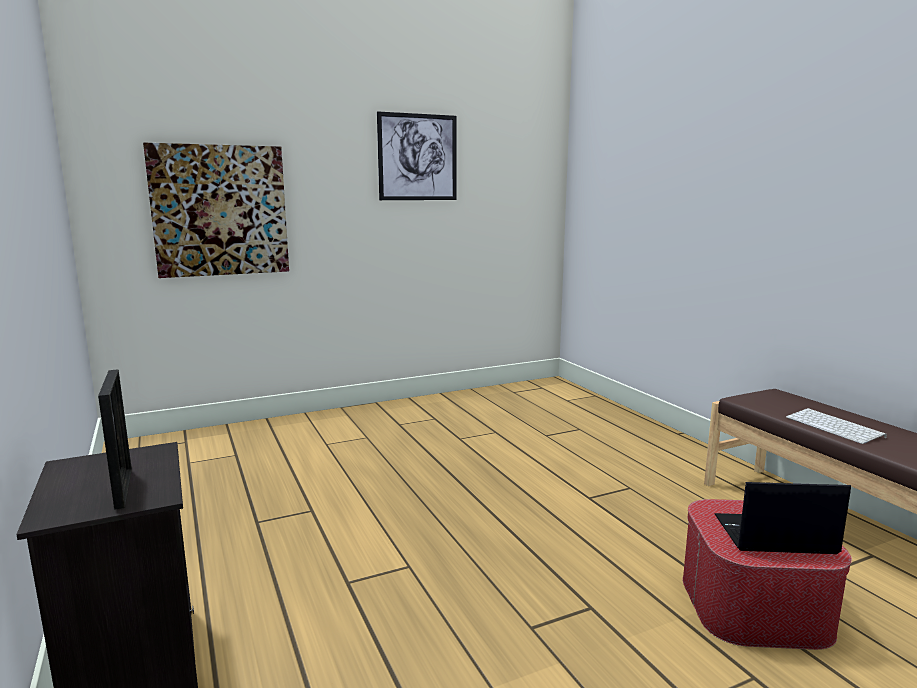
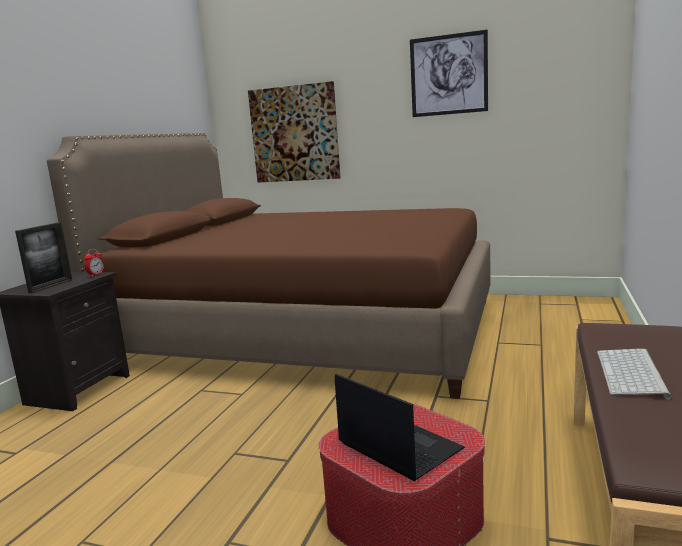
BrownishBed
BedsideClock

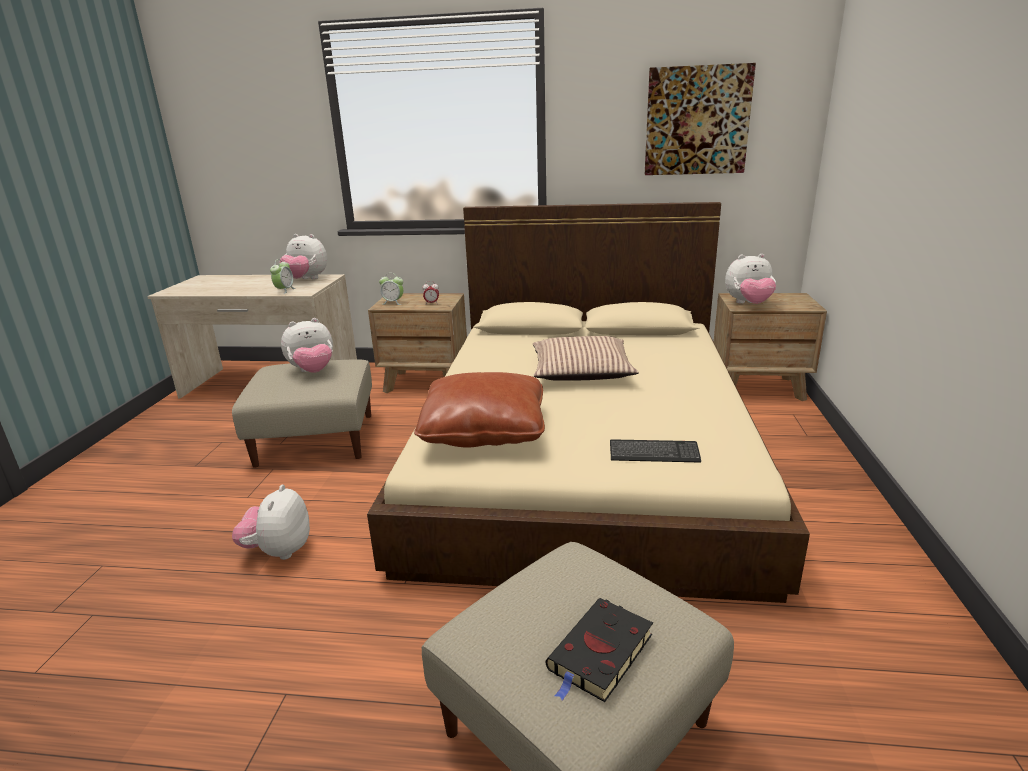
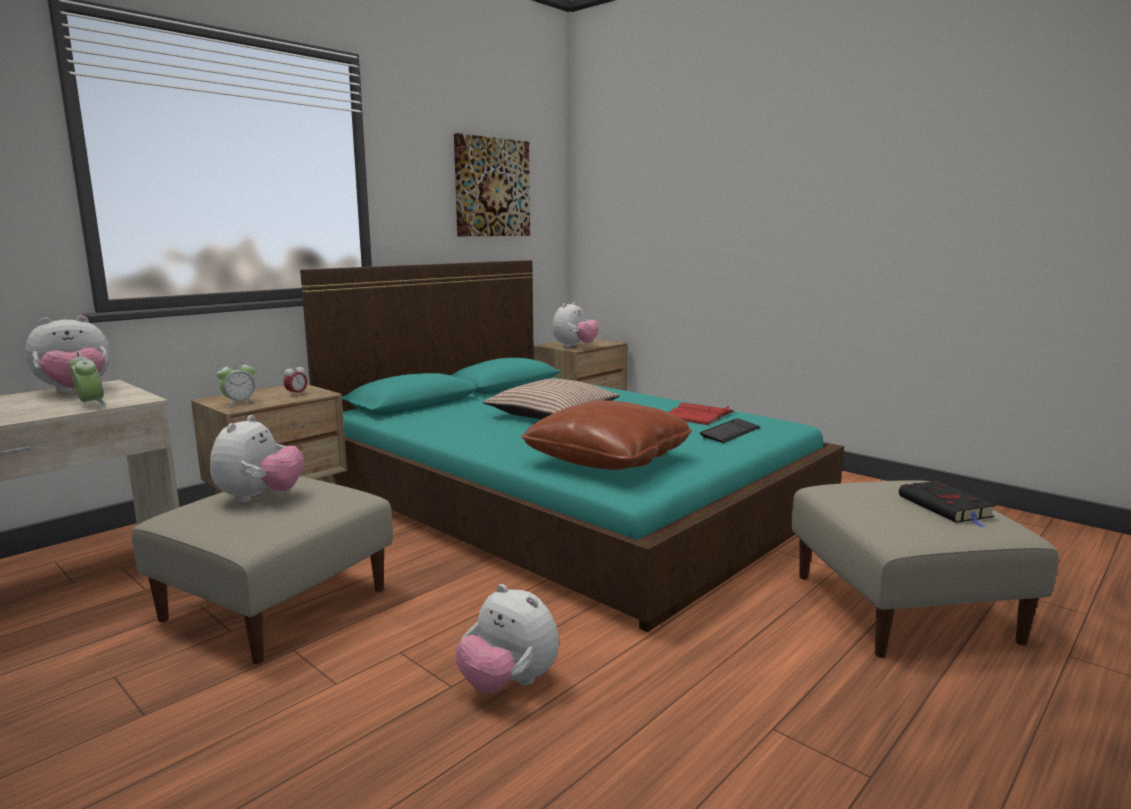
TurquoiseBed
ReddishVolume

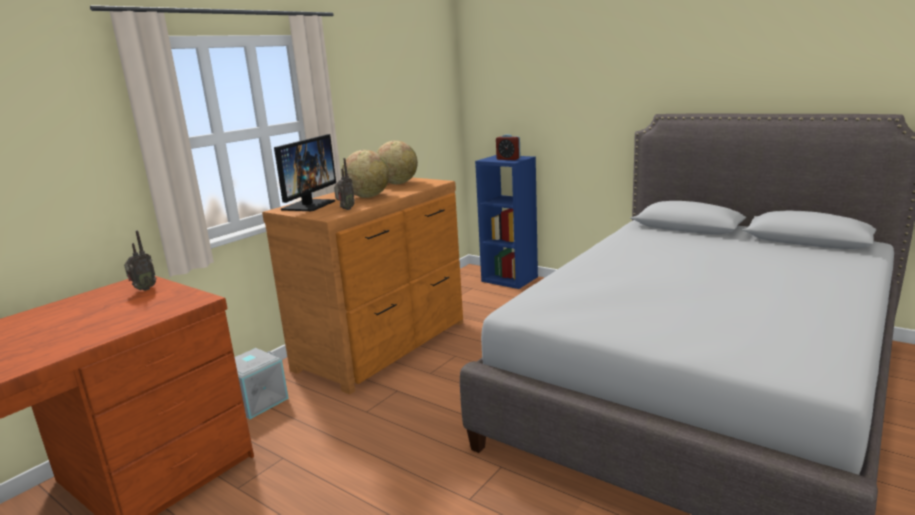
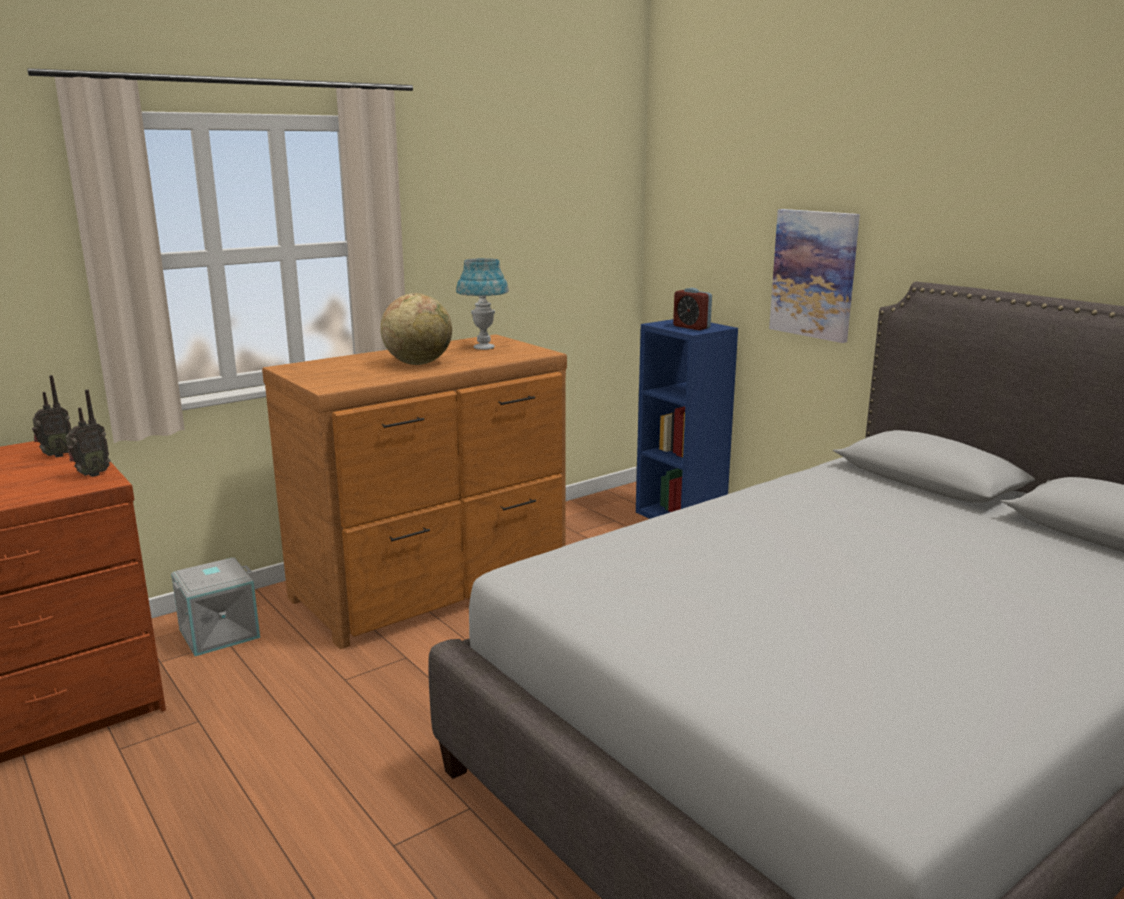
RadioReceiver (2nd from left)
BluishTabletopLamp
WallPicture
Monitor

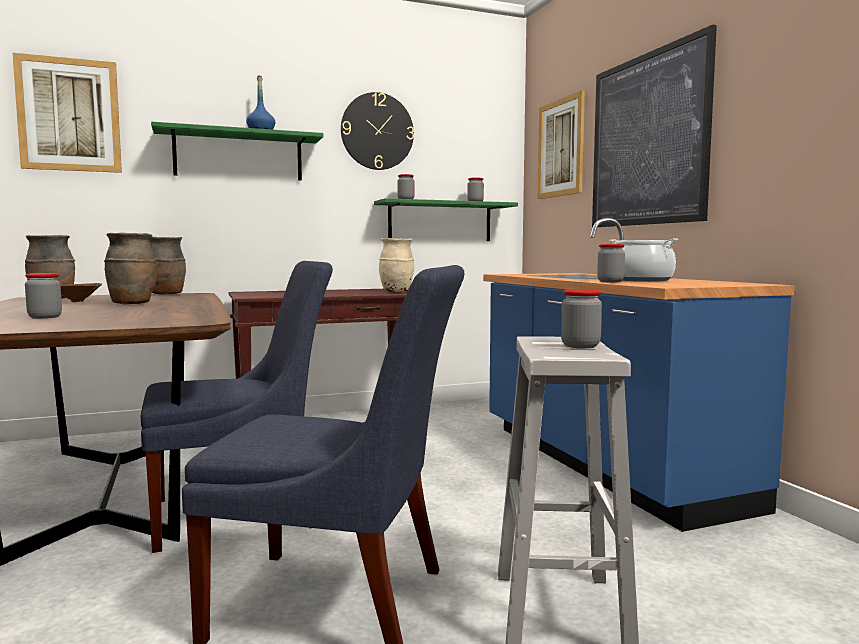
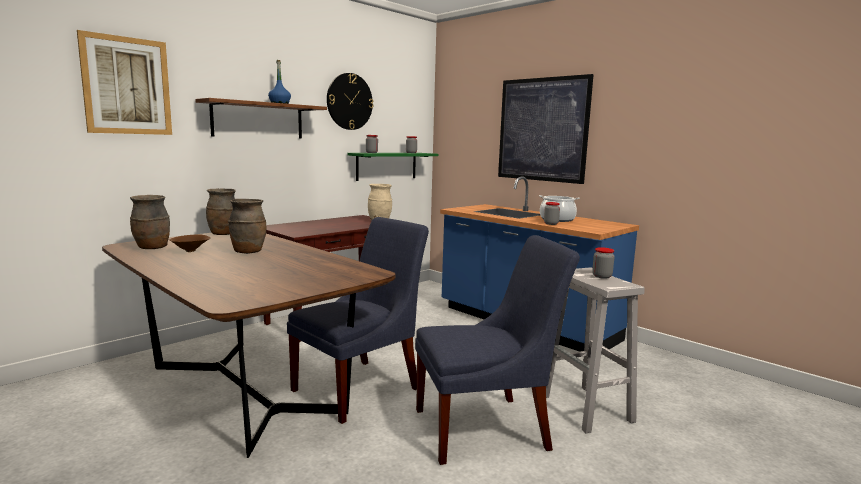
BrownishShelf
Jar (1st from left in the first image)
WallPicture (2nd from left in the first image)

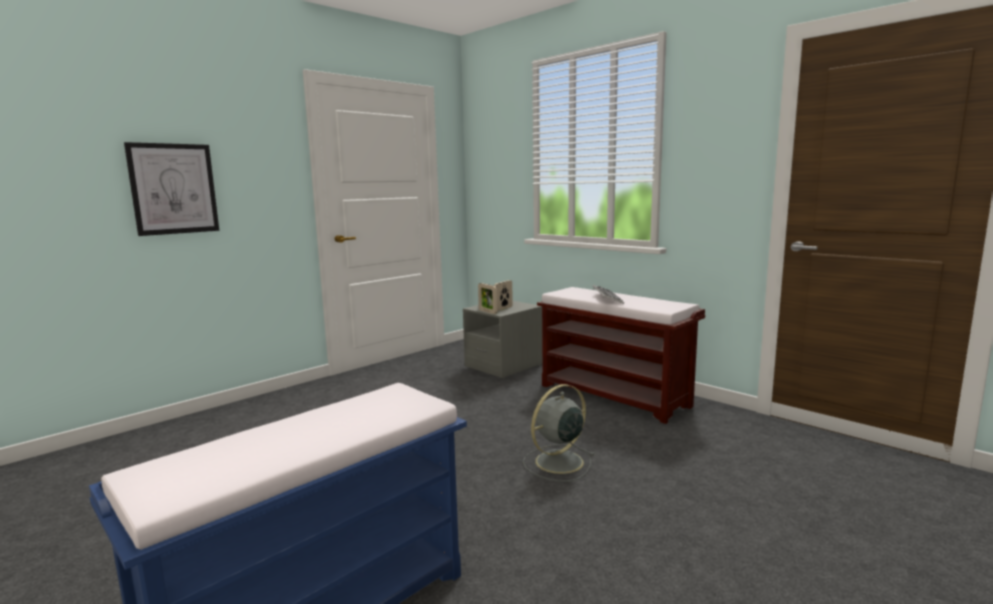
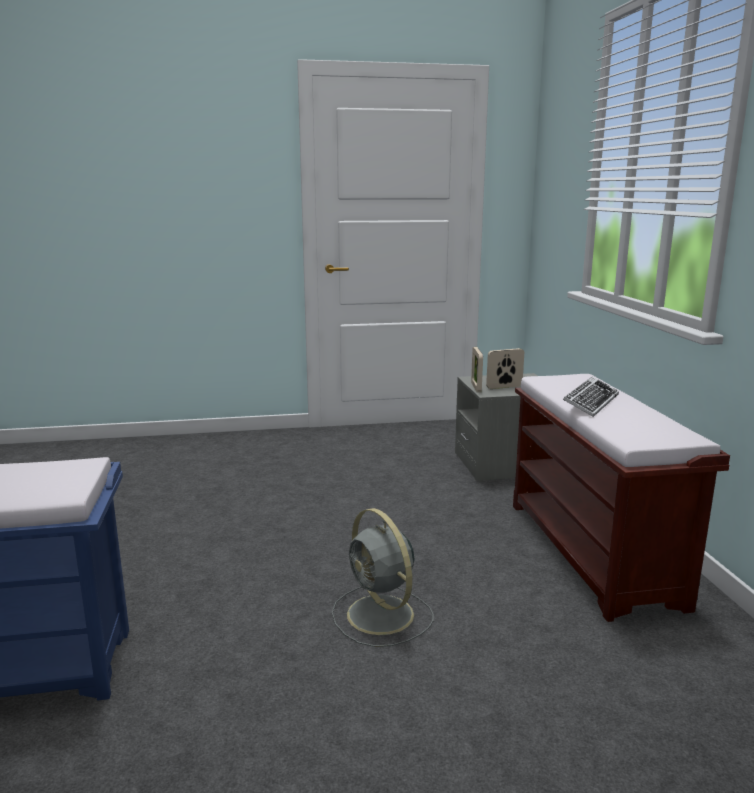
GreyishFan
WallPicture

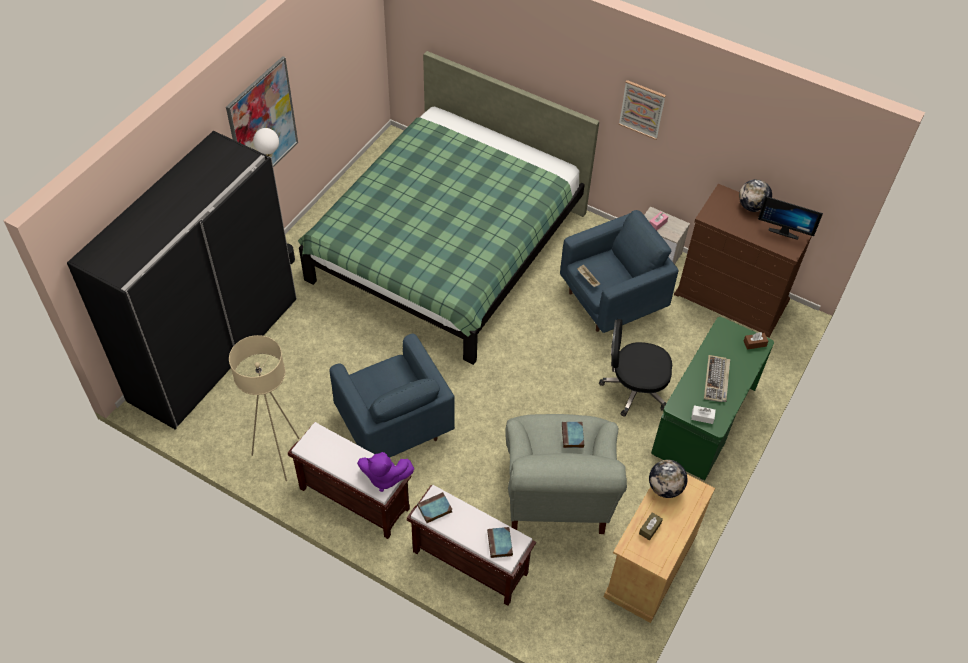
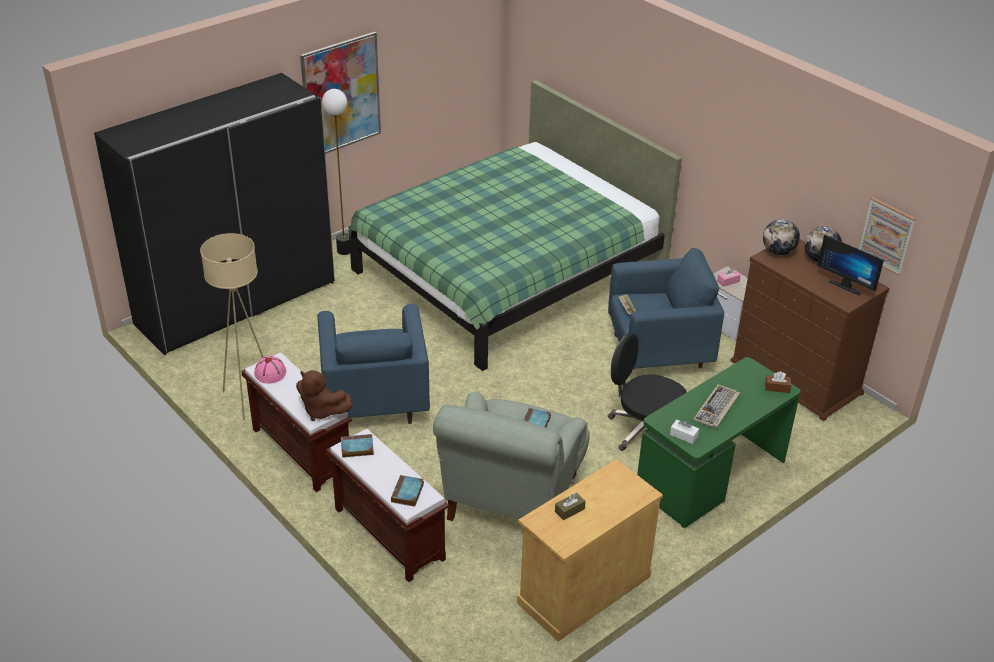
PinkishClothingHat
BrownishCuddlyToy
Globe (1st from left)
WallPicture (2nd from left)

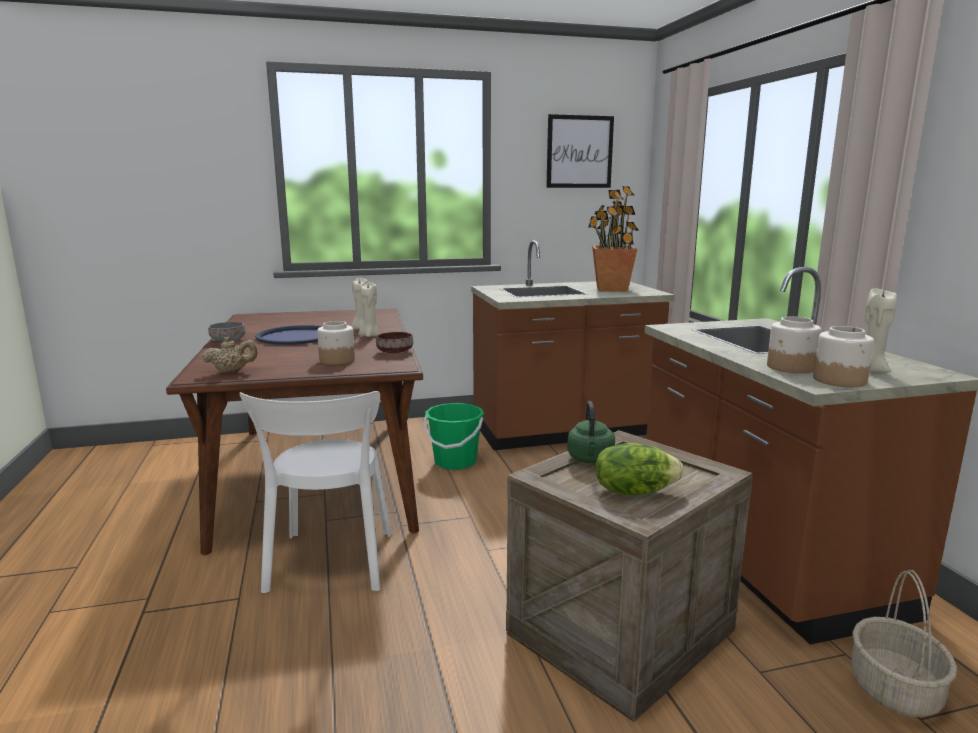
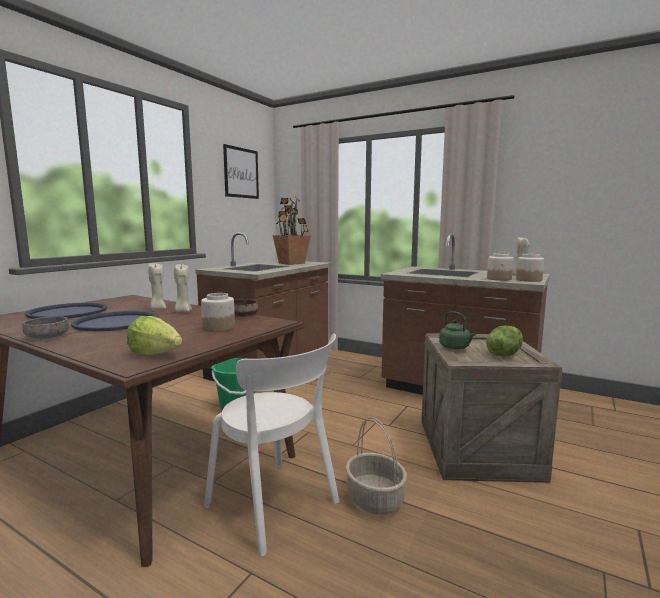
BluishTray (1st from left)
LettuceHead (1st from left)
Basket

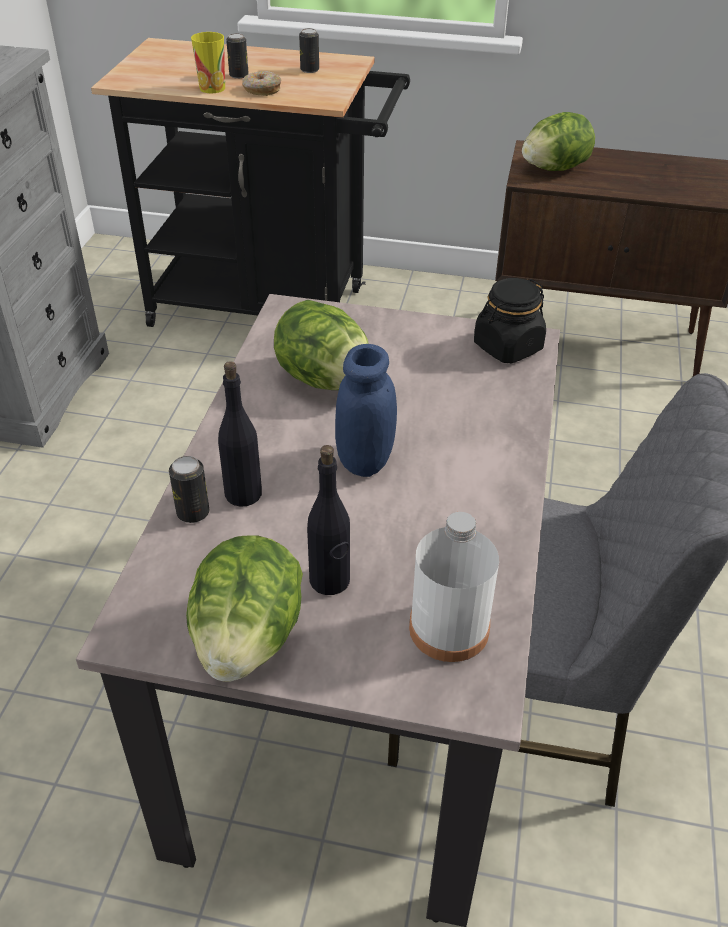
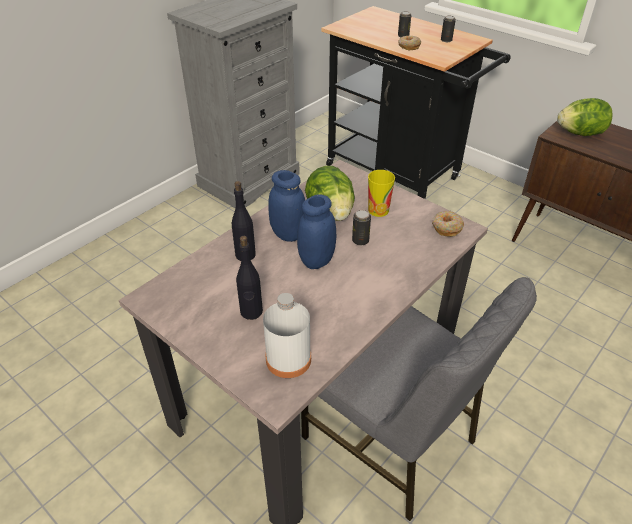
BluishJar (1st from left)
MetalCan (1st from left)
DrinkingCup
Doughnut (2nd from left)
LettuceHead (1st from left in the first image)

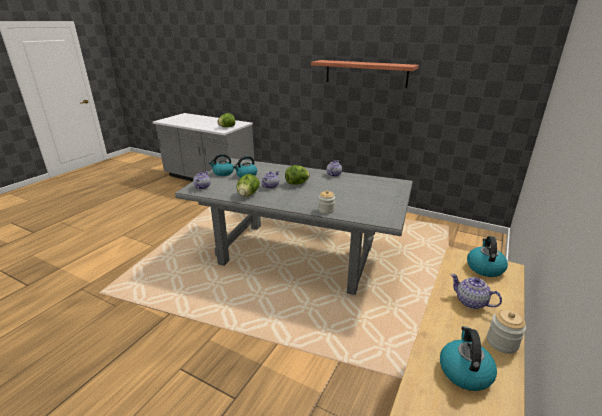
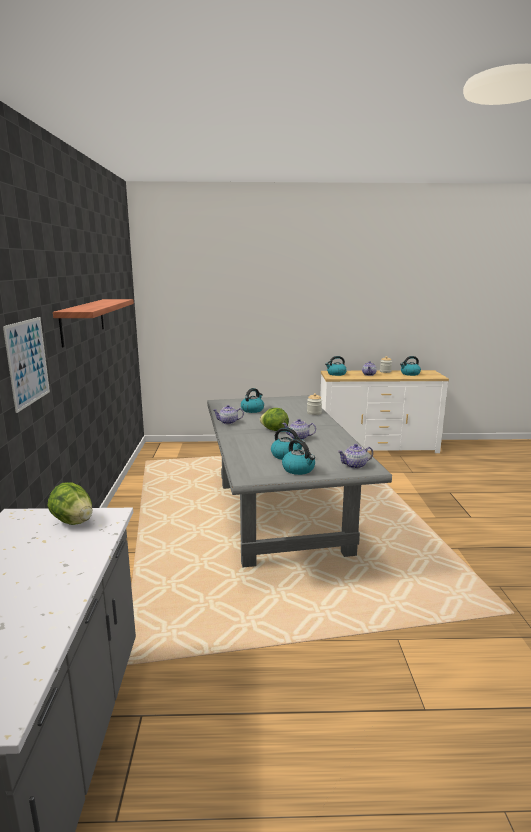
WallPicture
WaterKettle (1st from left)
LettuceHead (2nd from left in the first image)

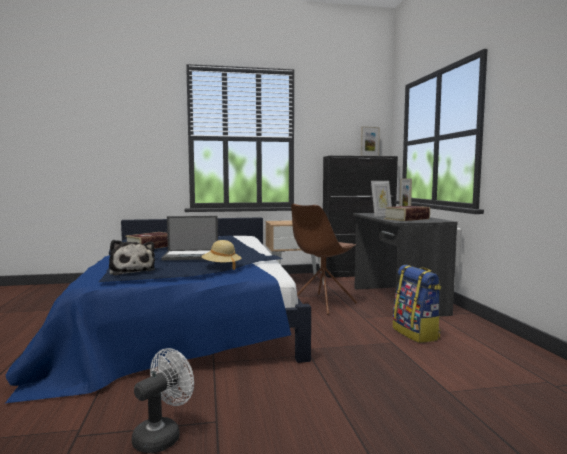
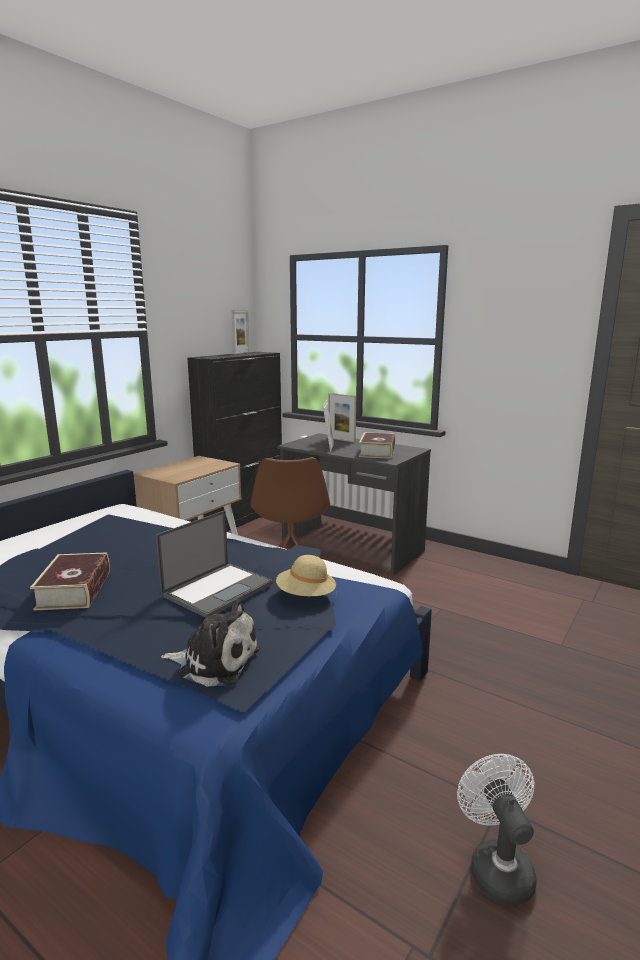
Backpack

